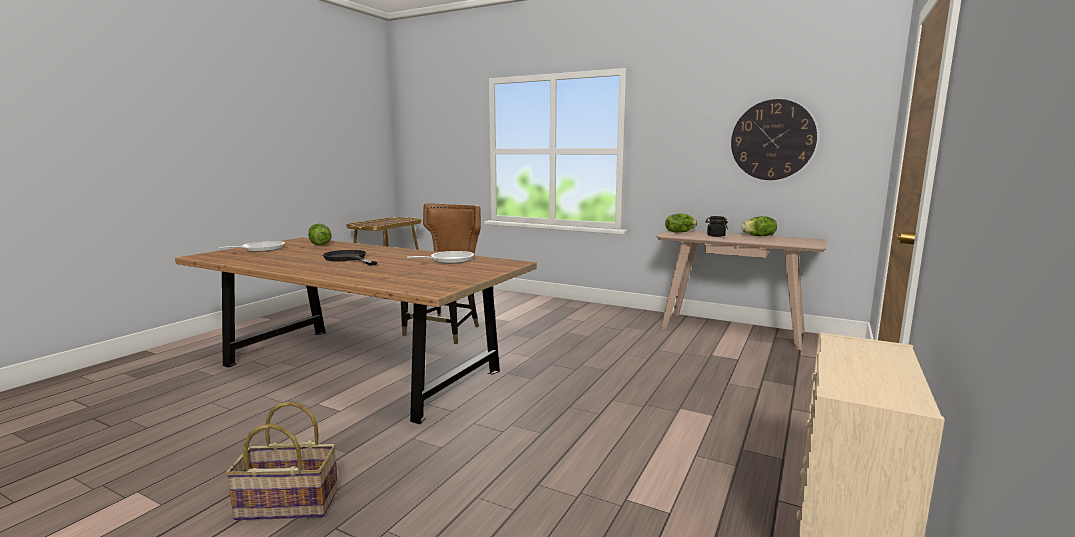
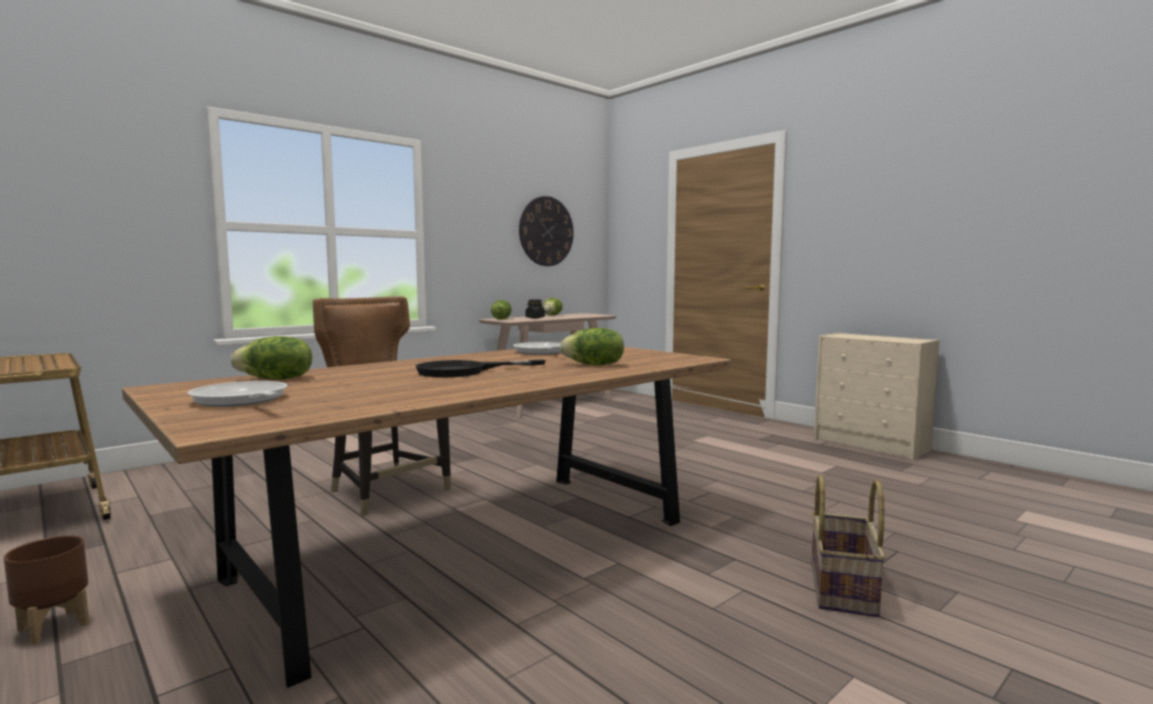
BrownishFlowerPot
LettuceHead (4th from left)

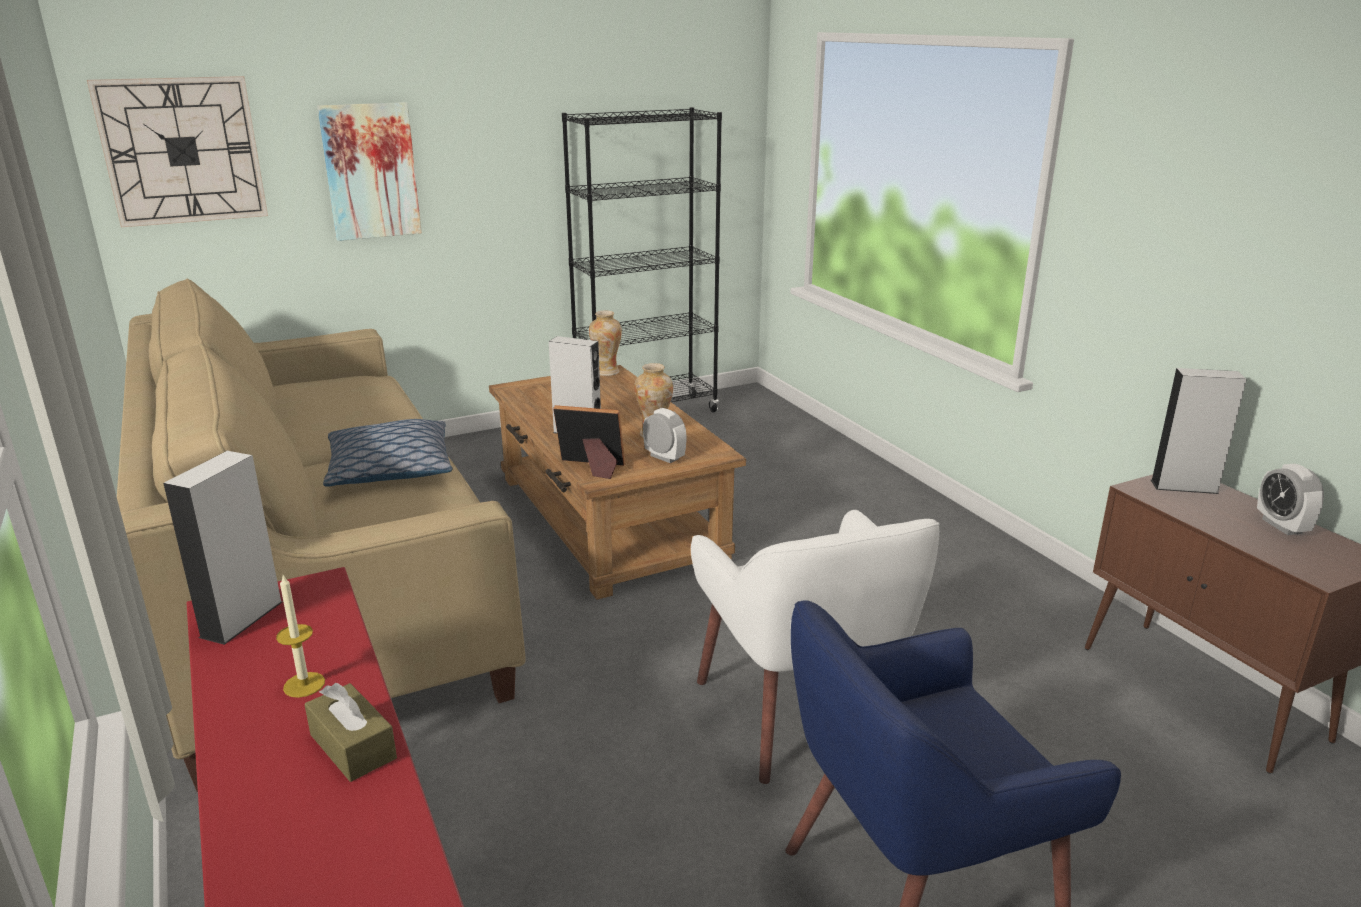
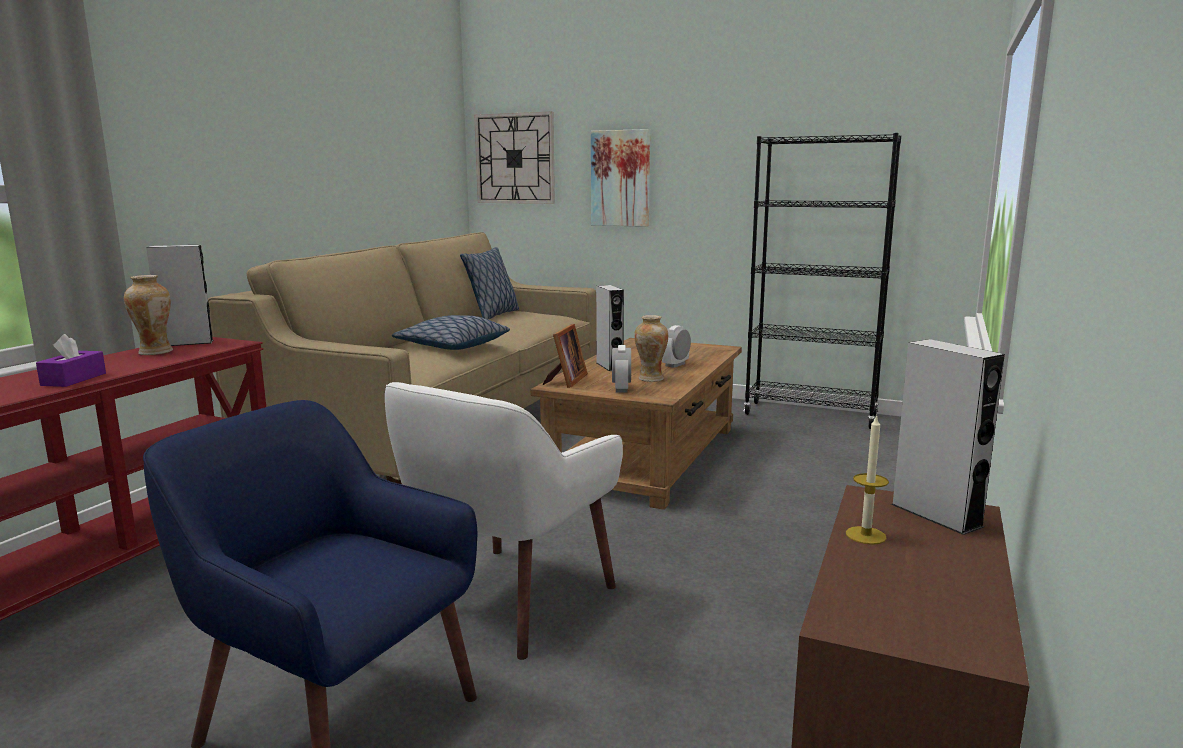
PurpleColouredBoxOfTissues
DecorativeVase (1st from left)
Pillow (2nd from left)
PictureFrame
BedsideClock (2nd from left)
Candle

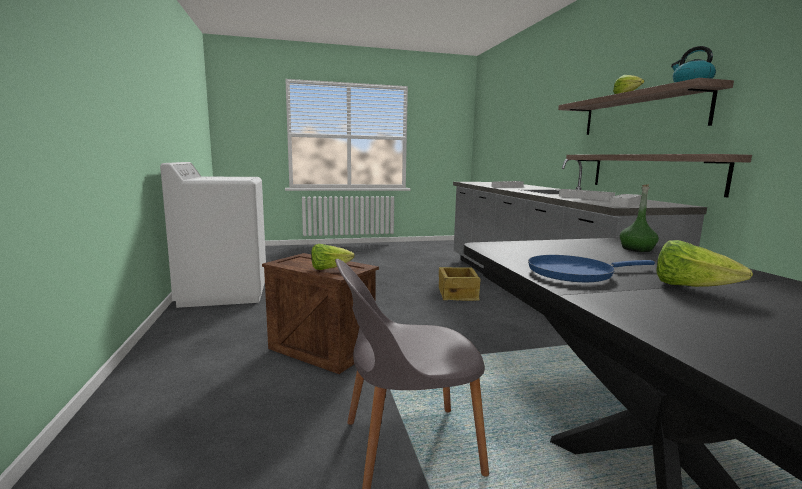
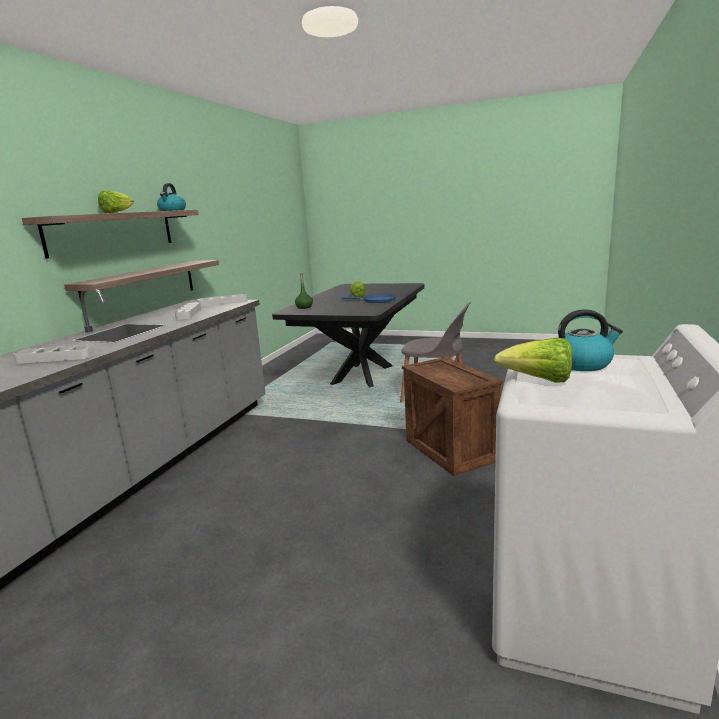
LettuceHead (3rd from left)
WaterKettle (2nd from left)
PackingCrate (2nd from left in the first image)

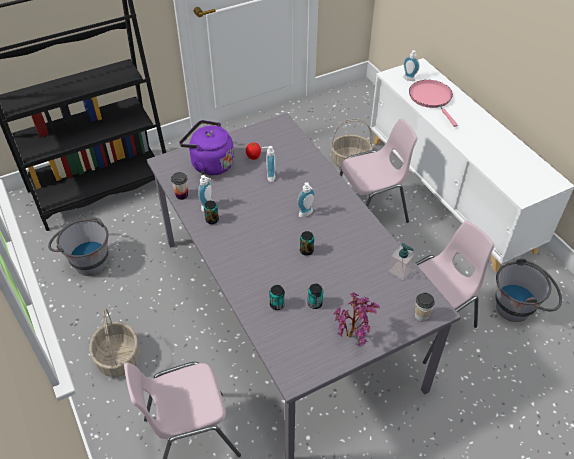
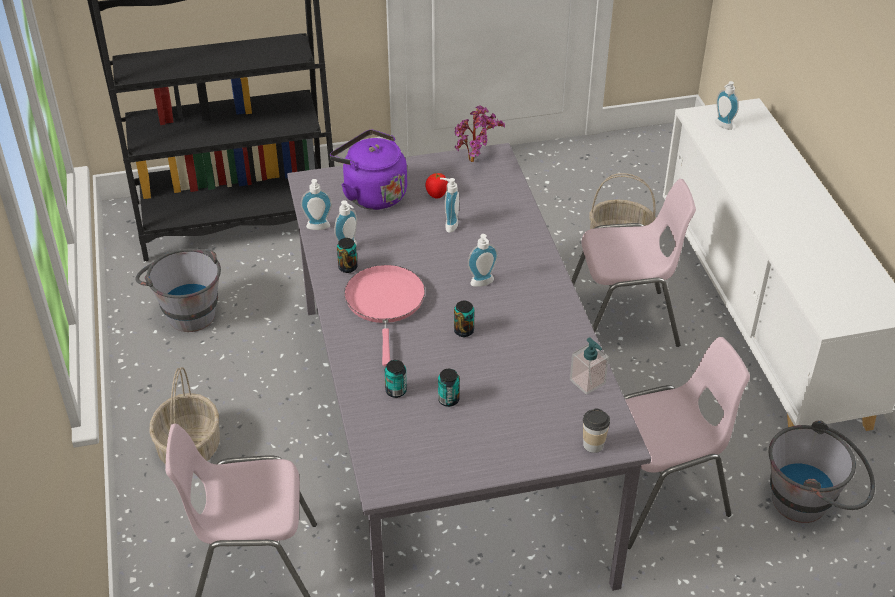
SoapDispenser (1st from left)
PinkishSkillet
PlantInAPot

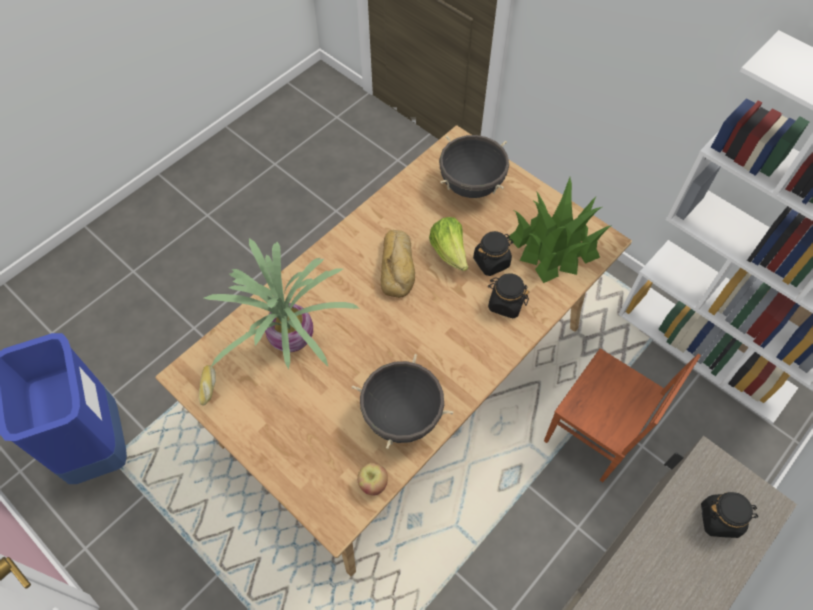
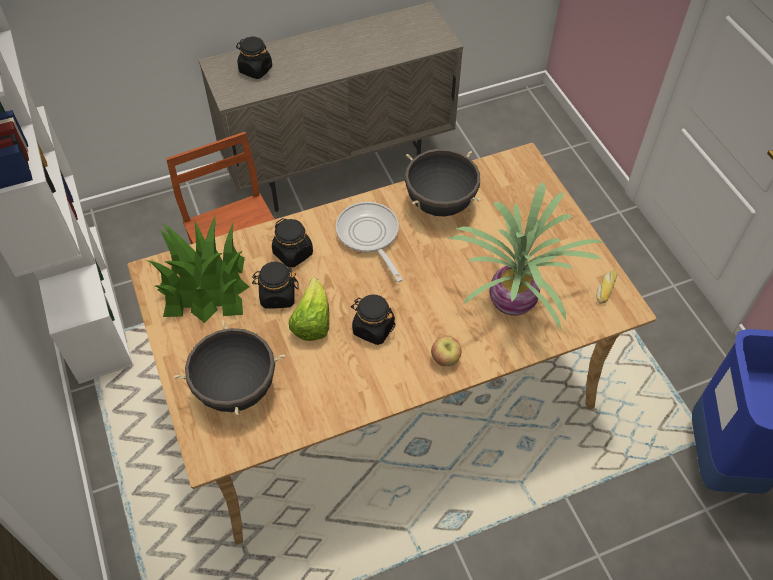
Skillet
BlackJar (4th from left)
Apple

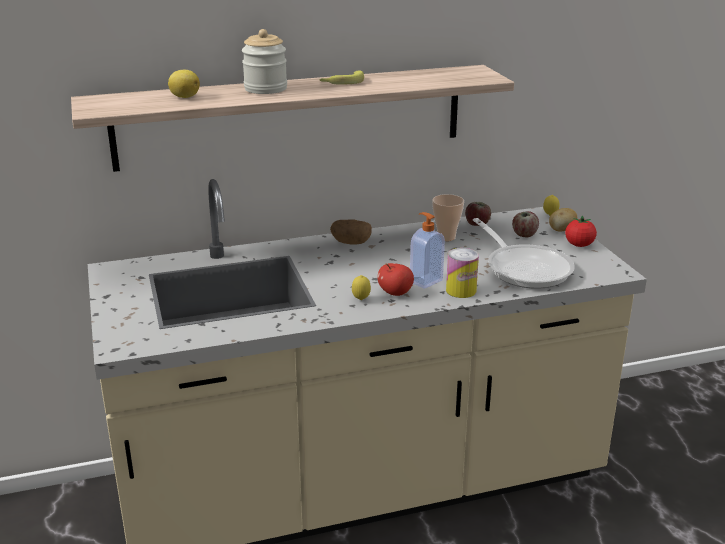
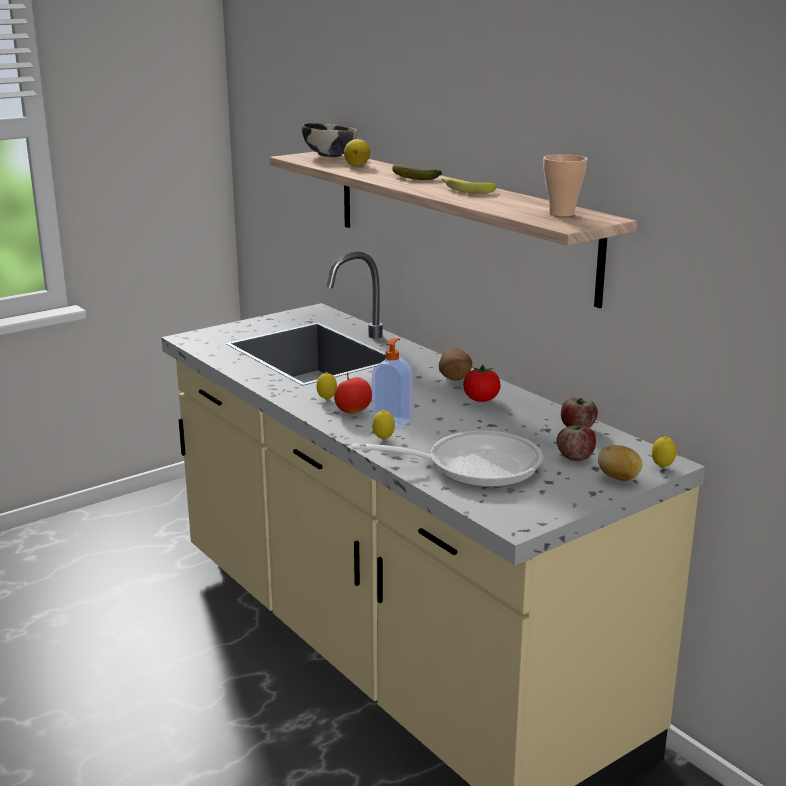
ServingBowl
Skillet
CitrusFruit (3rd from left)
BananaFruit (1st from left)
Tomato
DrinkingCup

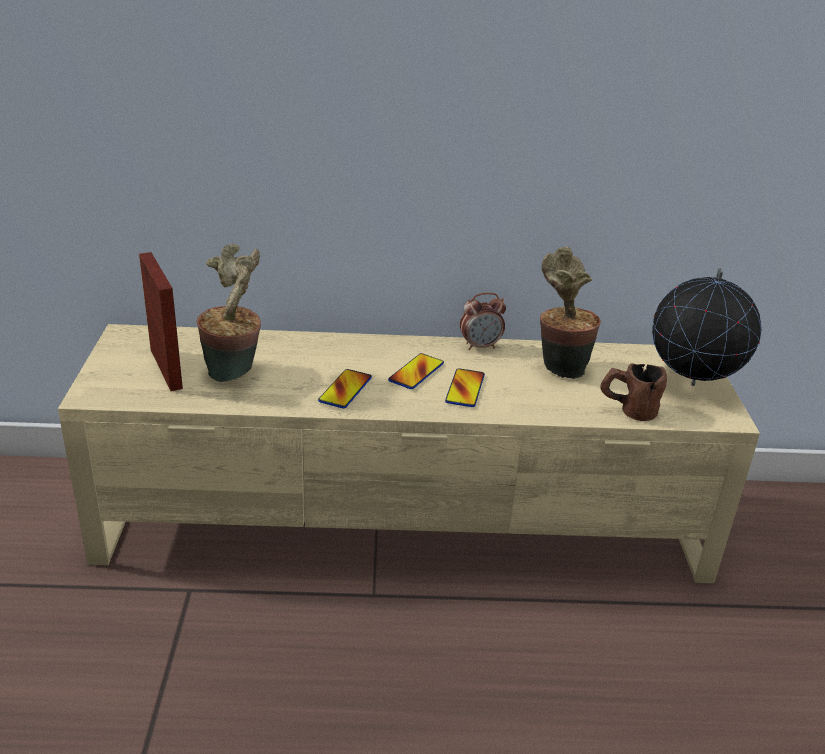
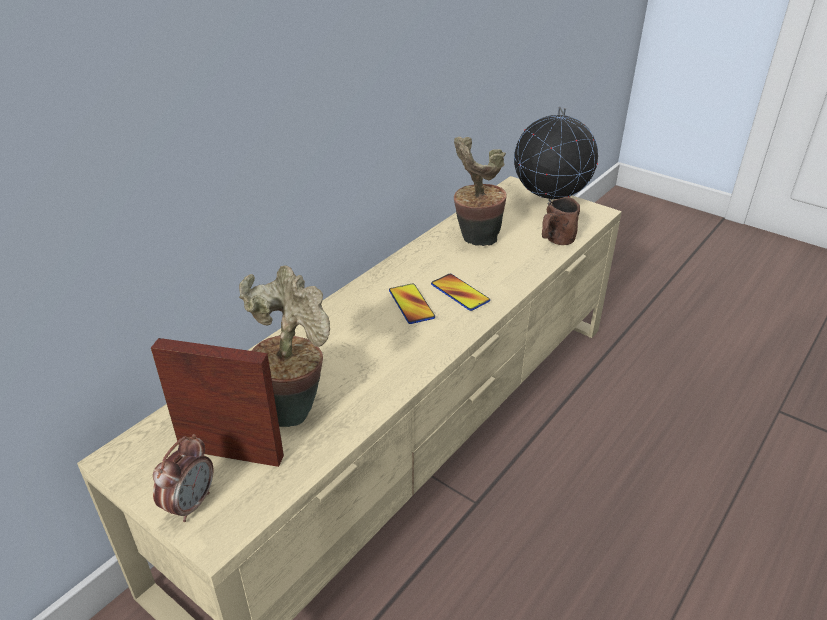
BedsideClock
Handset (1st from left in the first image)

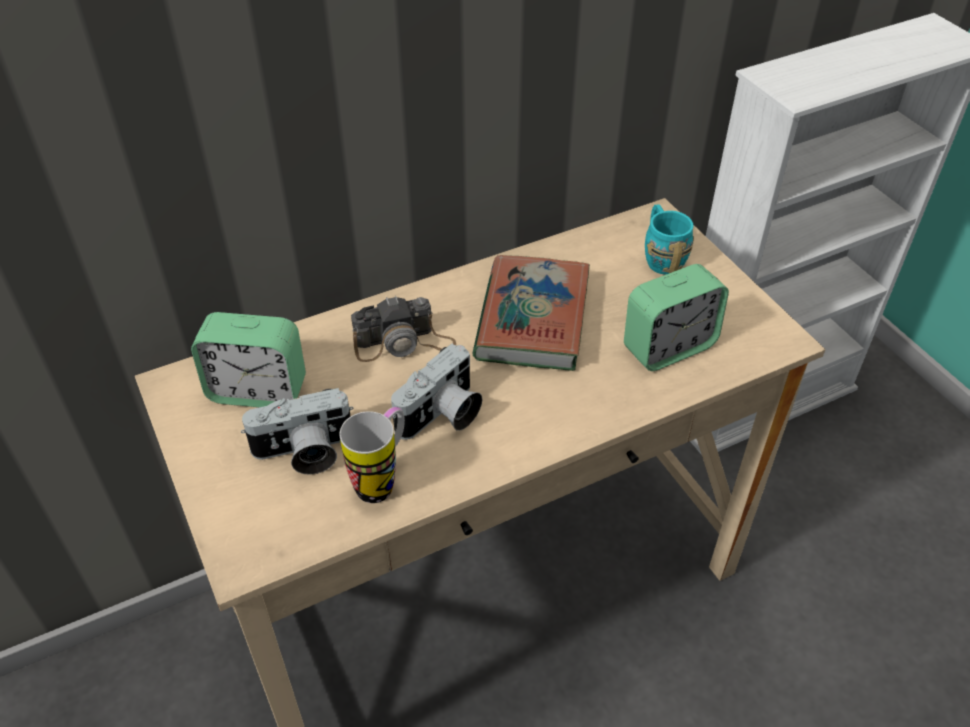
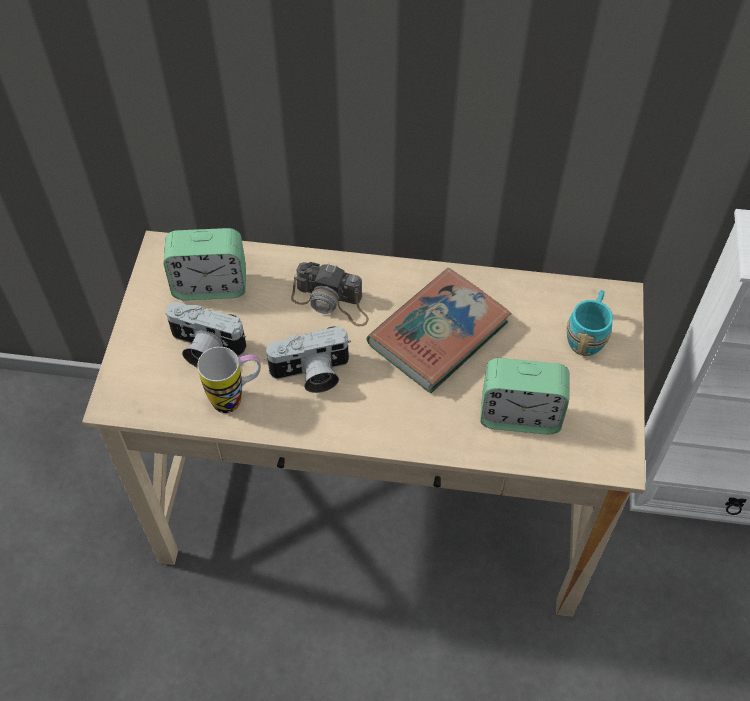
BedsideClock (1st from left)

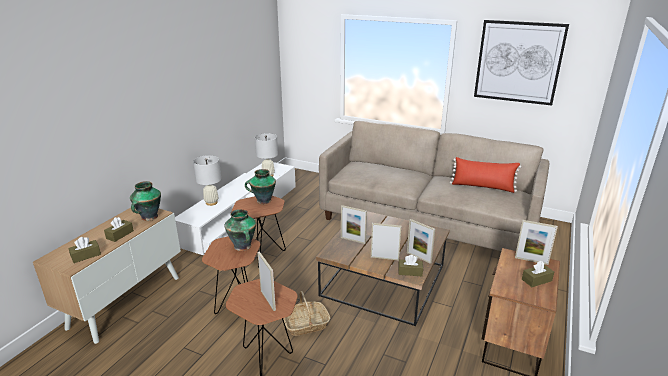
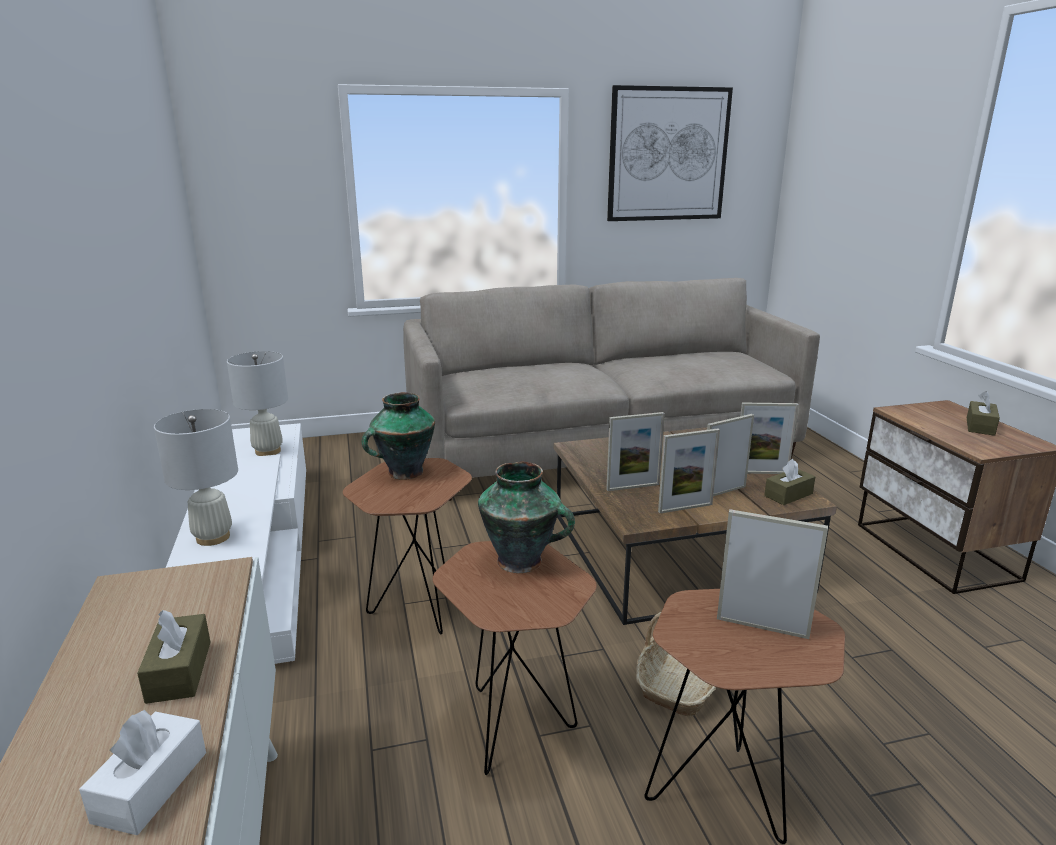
WhiteColouredBoxOfTissues
PictureFrame (2nd from left)
DecorativeVase (1st from left in the first image)
ReddishPillow

